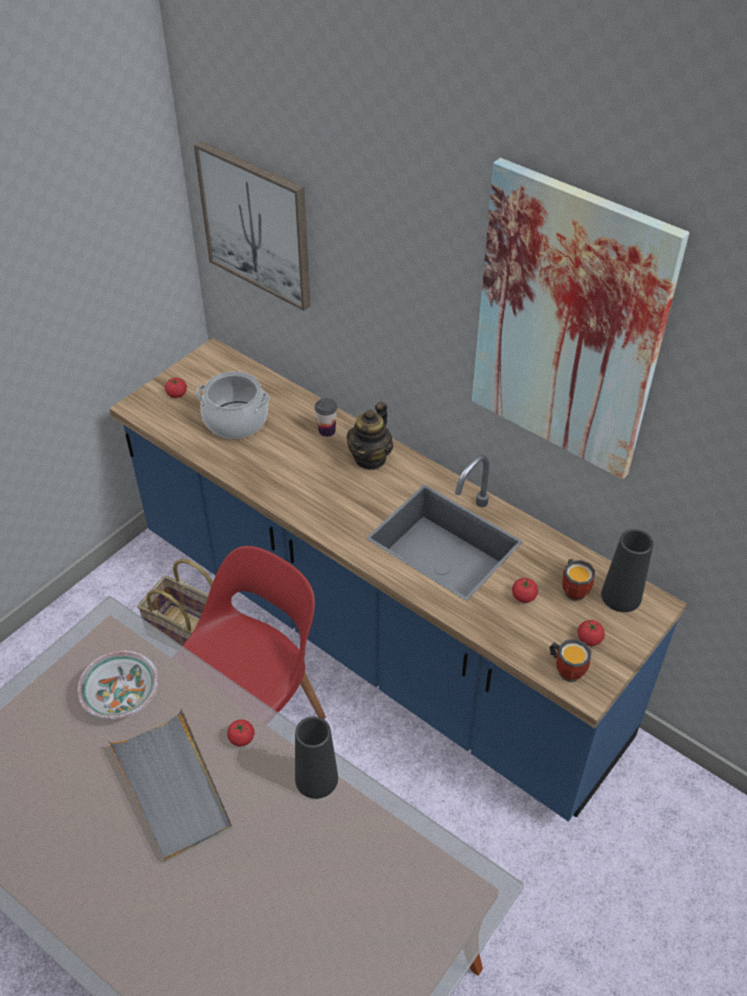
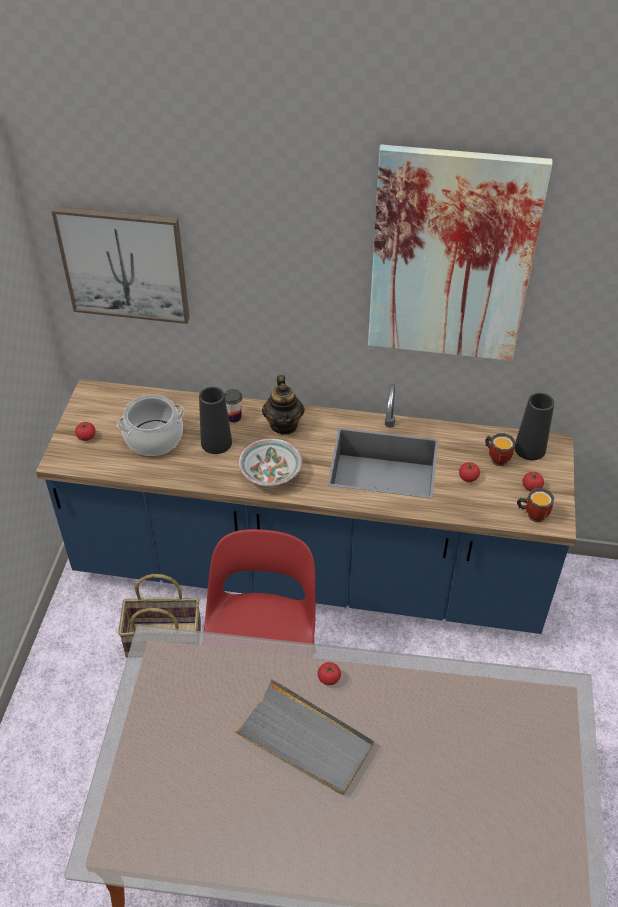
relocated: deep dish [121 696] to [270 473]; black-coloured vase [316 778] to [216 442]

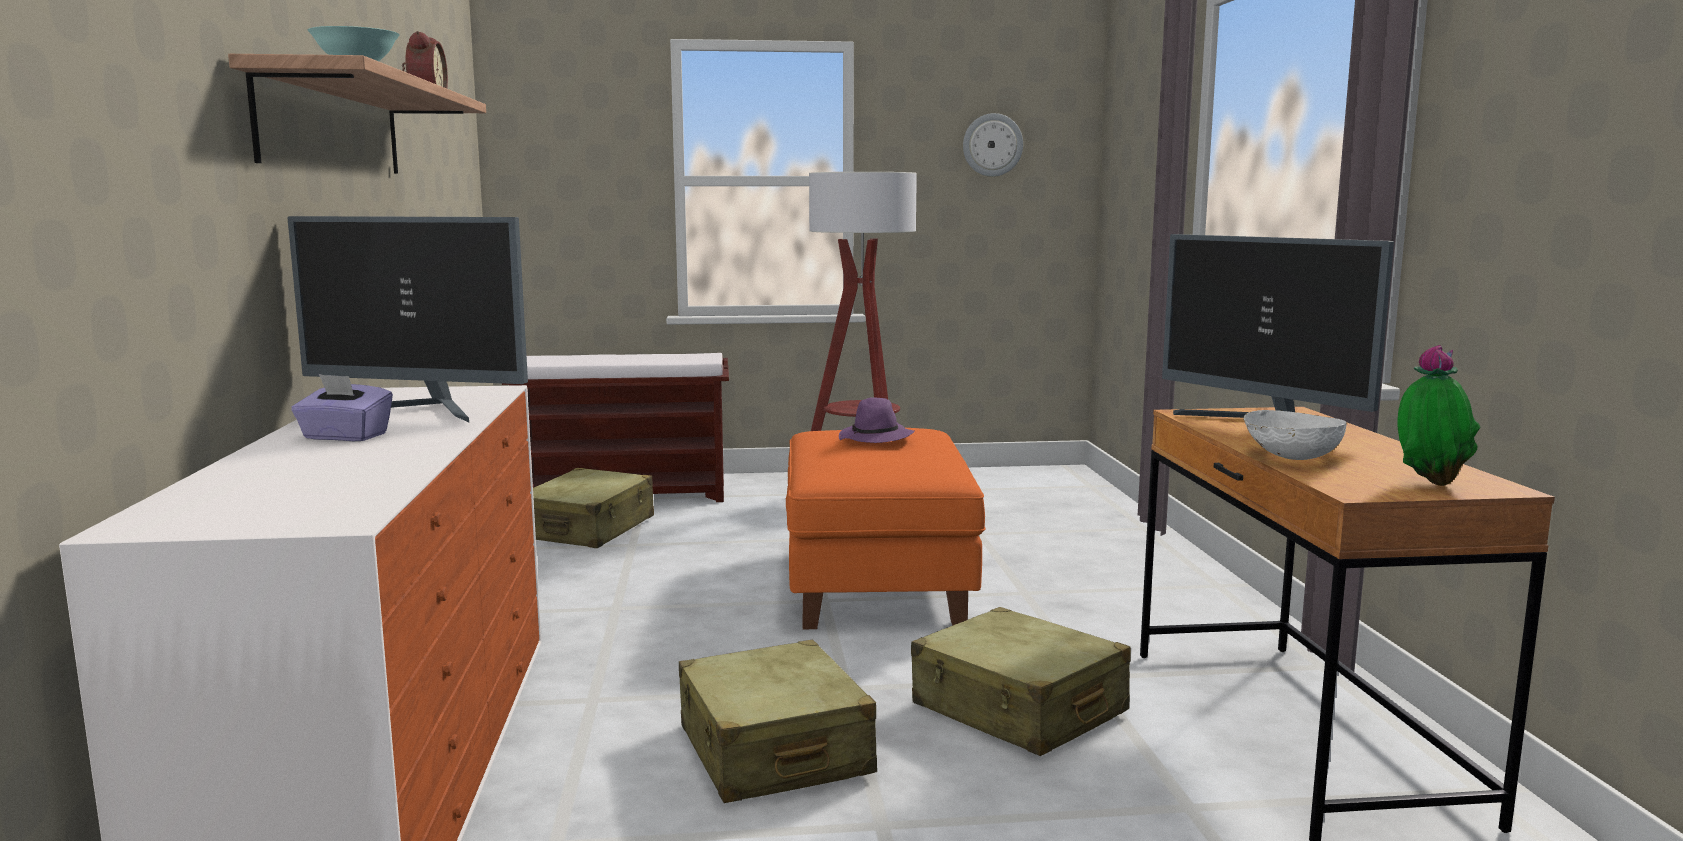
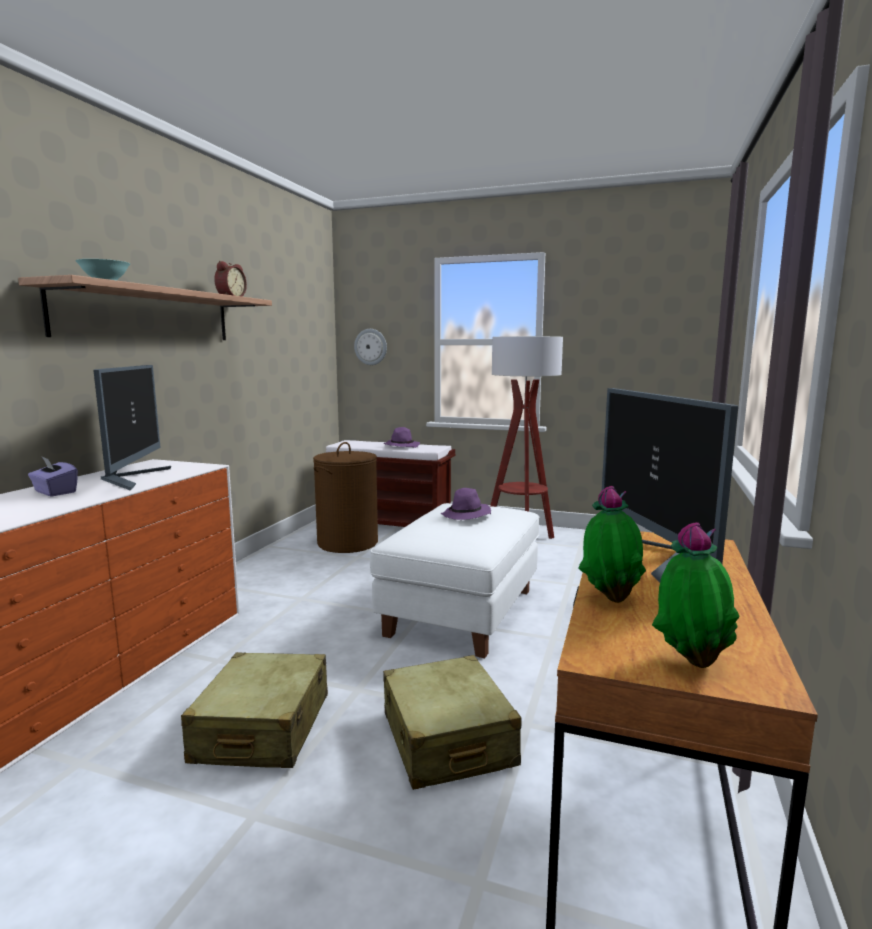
appeared: purple-coloured wearable hat [401 446]
relocated: wall clock [992 145] to [371 347]
exchanged: white-coloured deep dish [1289 457] to plant in a pot [610 598]; sand-coloured travel case [588 528] to brown-coloured hamper [347 543]
colour: orange-coloured footrest [875 584] to white-coloured footrest [461 611]
spun: monitor [420 411] = [132 478] 135 degrees counterclockwise

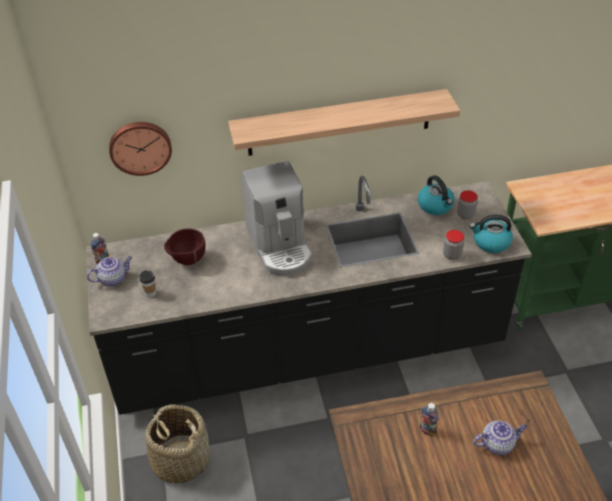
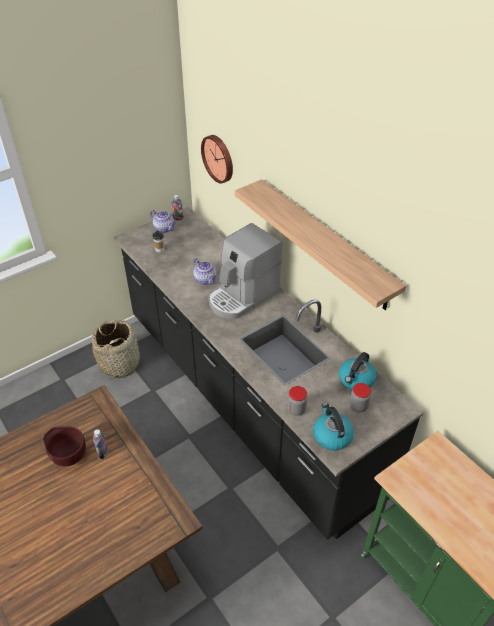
relocated: brown-coloured deep dish [187 261] to [68 456]; teapot [497 444] to [206 280]

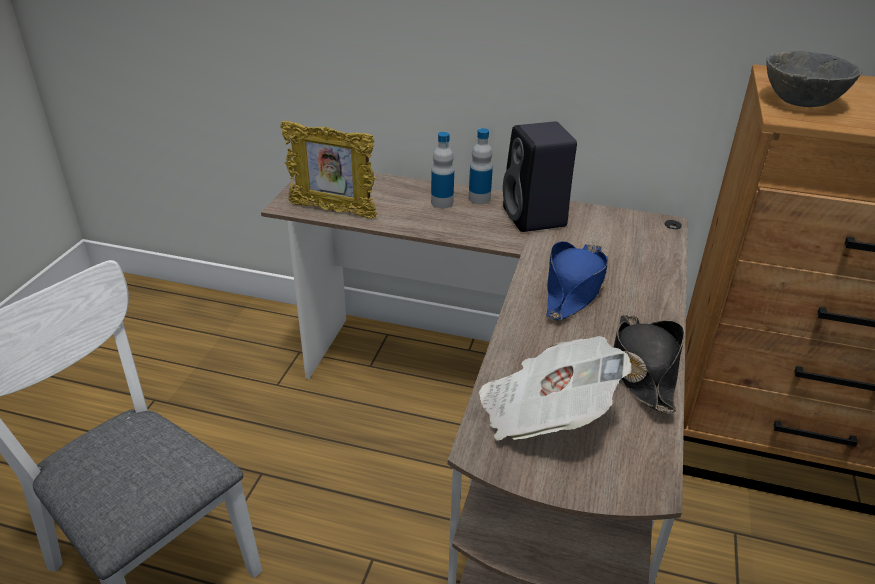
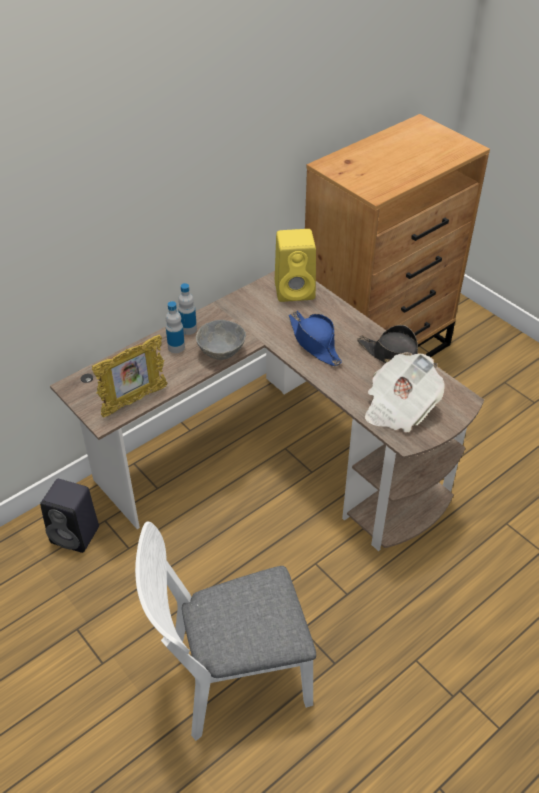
appeared: yellow-coloured loudspeaker [296 290]
relocated: greyish deep dish [801 102] to [221 352]; black-coloured loudspeaker [535 218] to [76 535]

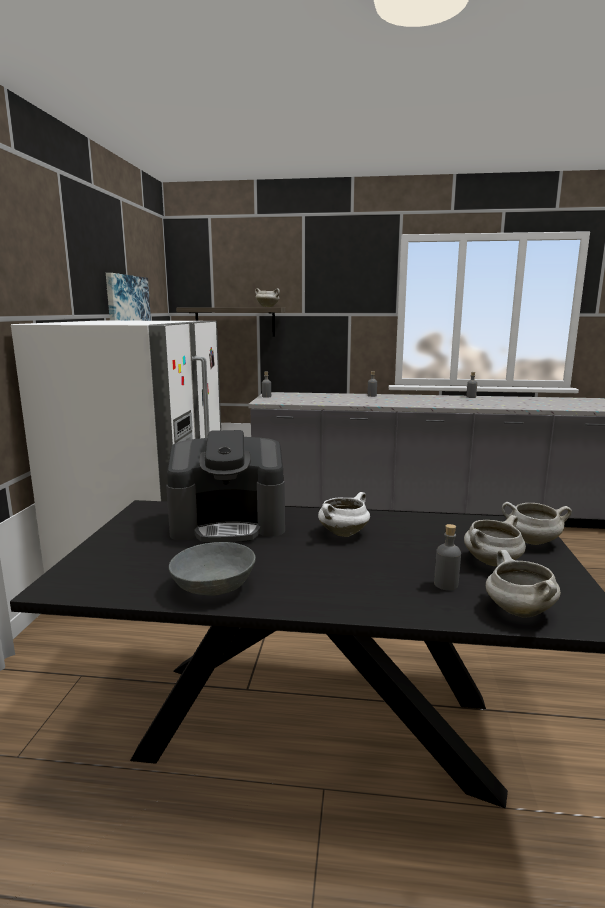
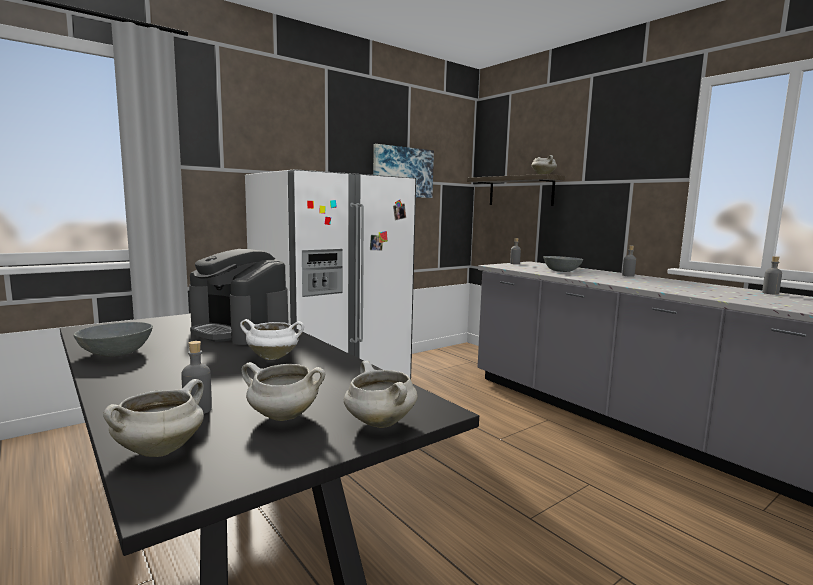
appeared: greyish deep dish [562 271]

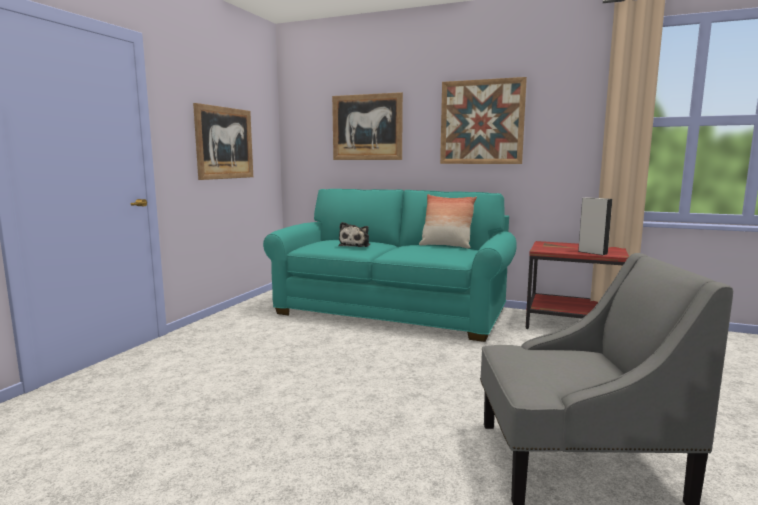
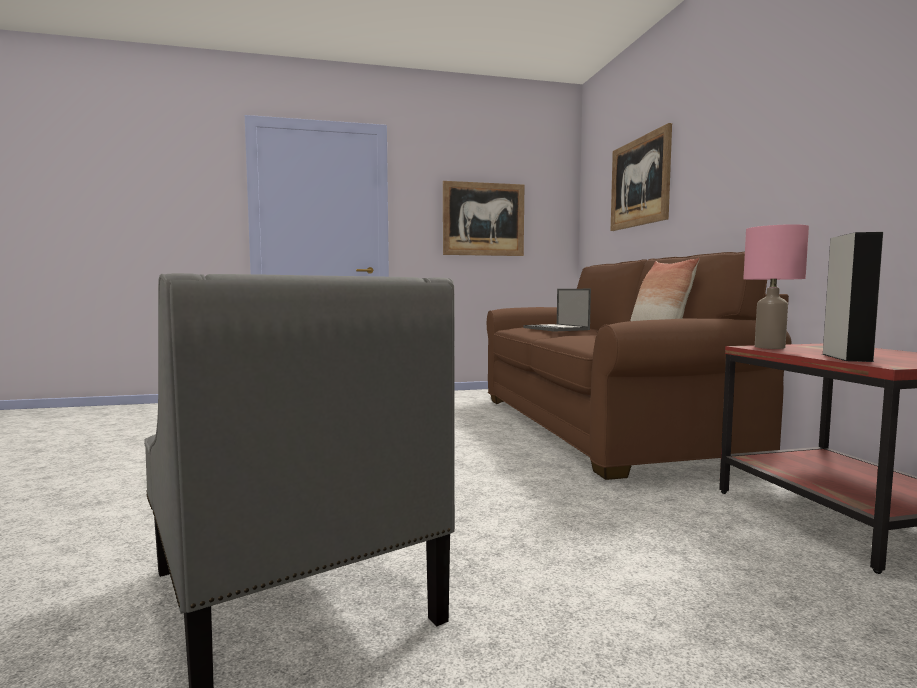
missing: wall picture [481 122]
appeared: pink lamp for a table [769 347]
exchanged: cuddly toy [355 245] to laptop [556 329]
colour: turquoise sofa [392 311] to brown-coloured sofa [599 426]

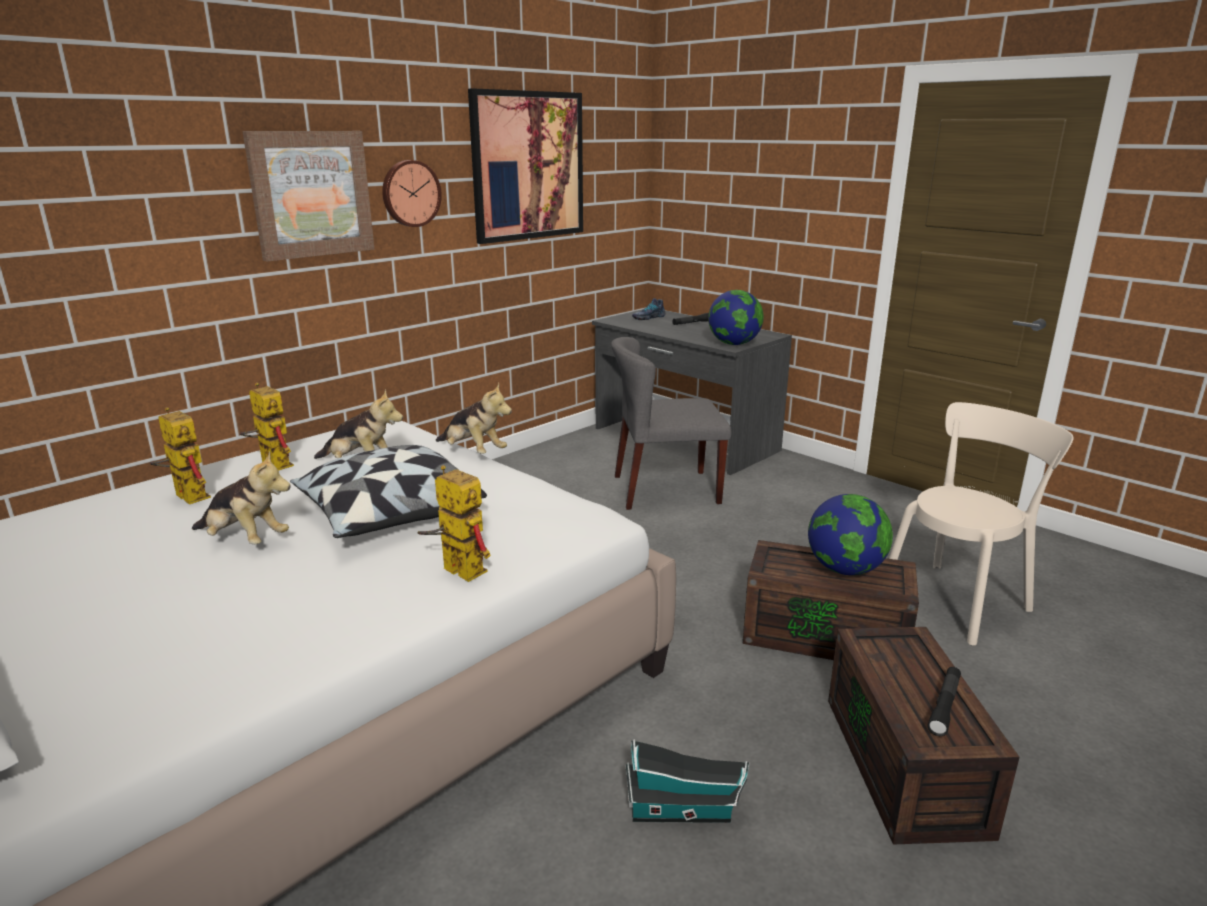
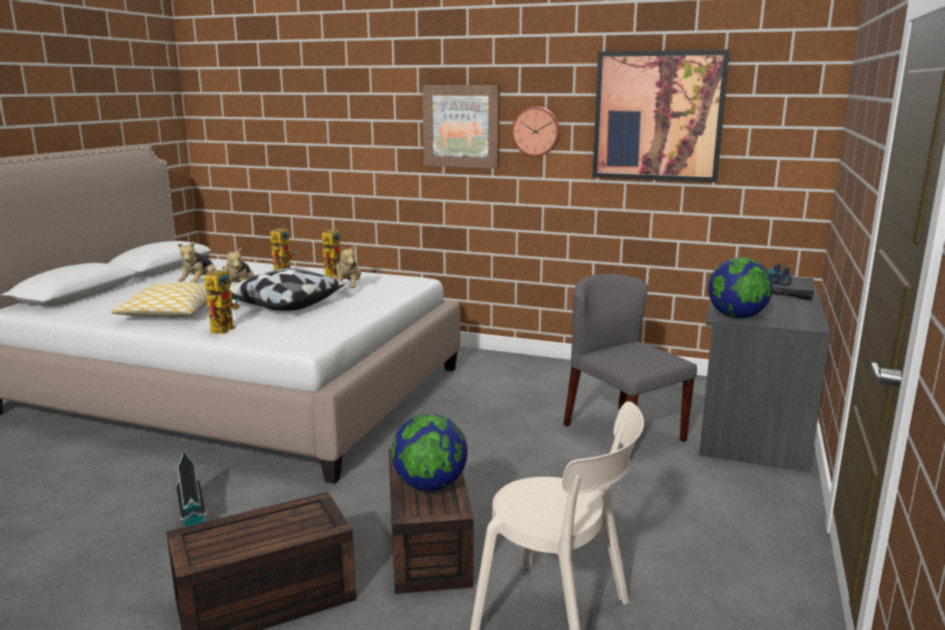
missing: black-coloured torch [944 706]
appeared: cushion [170 313]
relocated: cuddly toy [473 452] to [200 284]

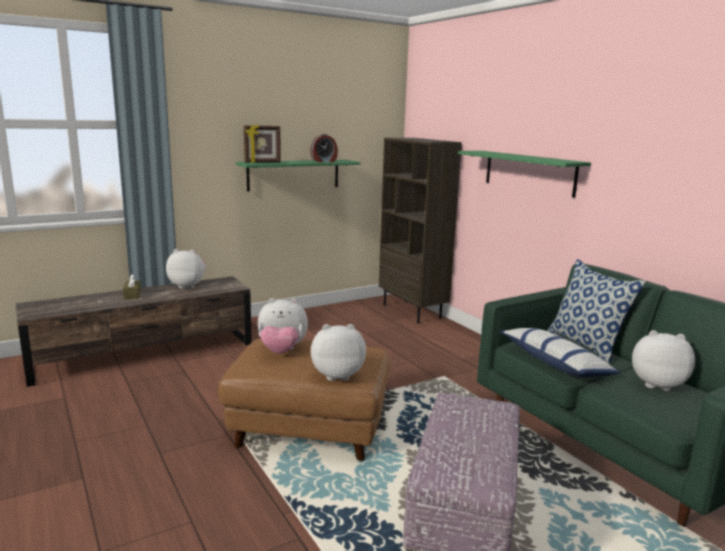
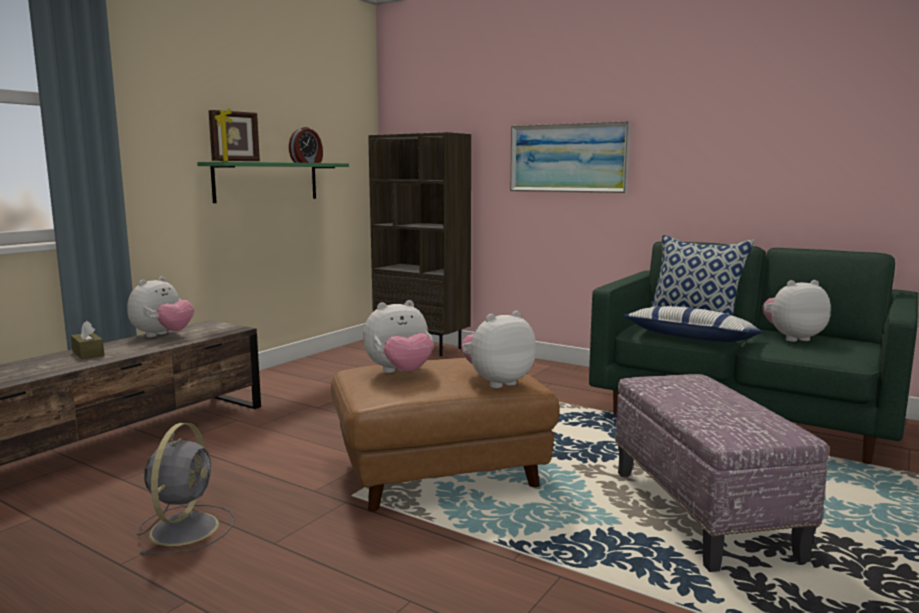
appeared: greyish cooling fan [186 527]
exchanged: green-coloured shelf [529 172] to wall picture [568 158]
spun: cuddly toy [188 286] = [162 335] 135 degrees clockwise

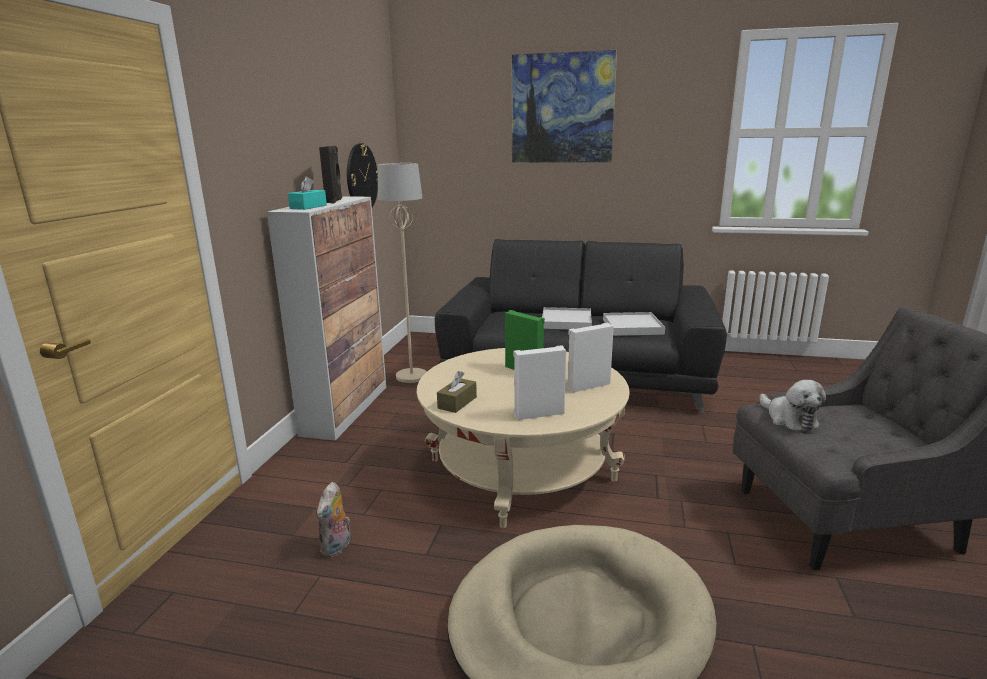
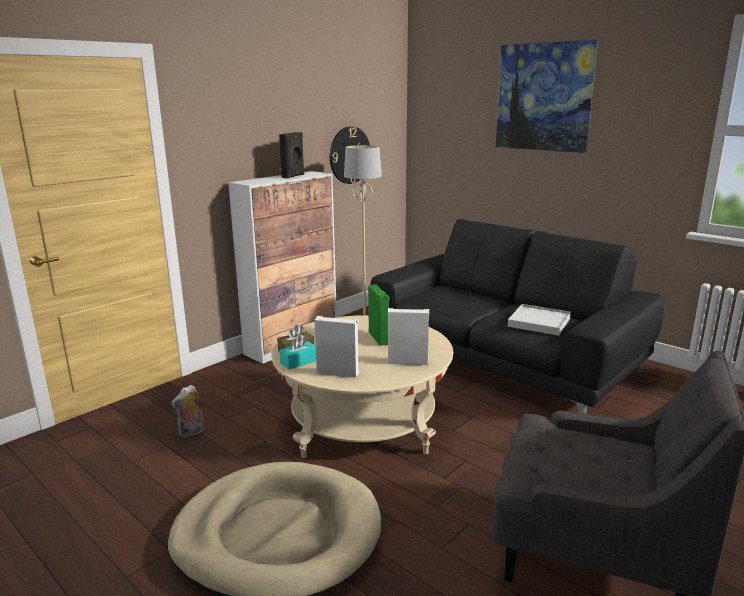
missing: white-coloured serving tray [566 321]; cuddly toy [789 419]
relocated: turquoise tissue box [308 207] to [299 362]

